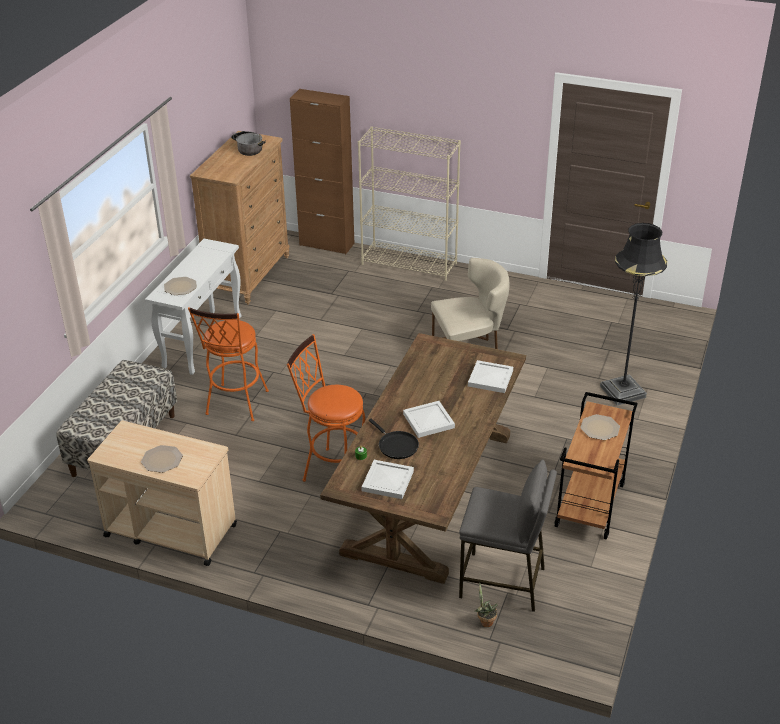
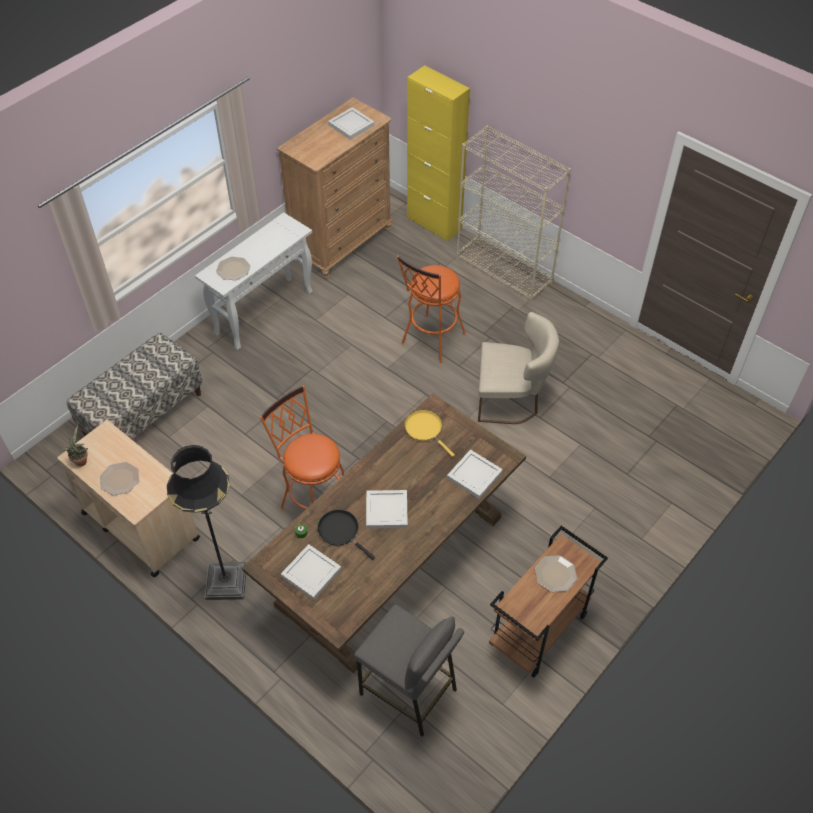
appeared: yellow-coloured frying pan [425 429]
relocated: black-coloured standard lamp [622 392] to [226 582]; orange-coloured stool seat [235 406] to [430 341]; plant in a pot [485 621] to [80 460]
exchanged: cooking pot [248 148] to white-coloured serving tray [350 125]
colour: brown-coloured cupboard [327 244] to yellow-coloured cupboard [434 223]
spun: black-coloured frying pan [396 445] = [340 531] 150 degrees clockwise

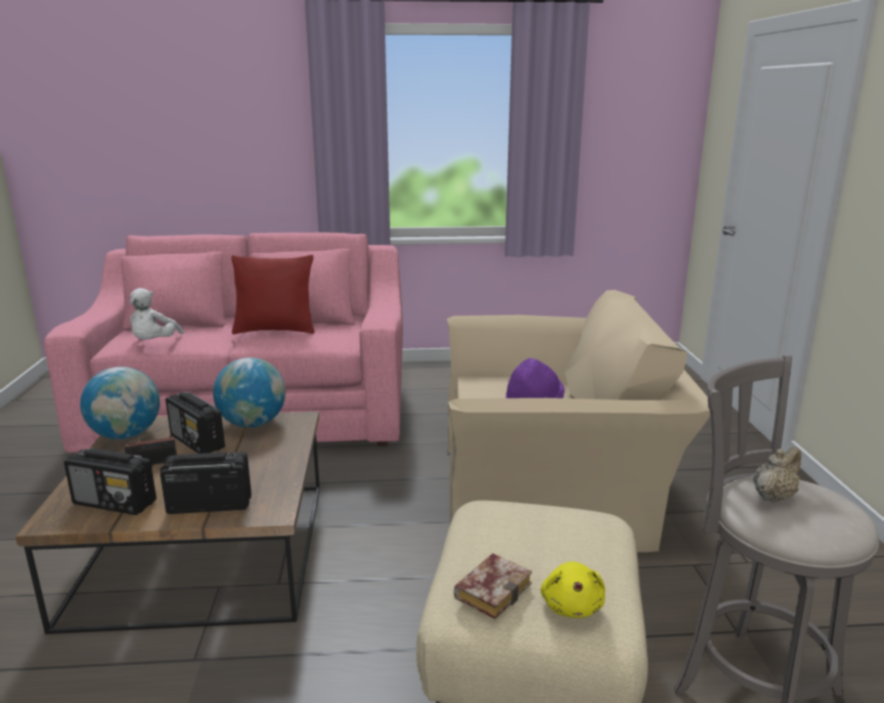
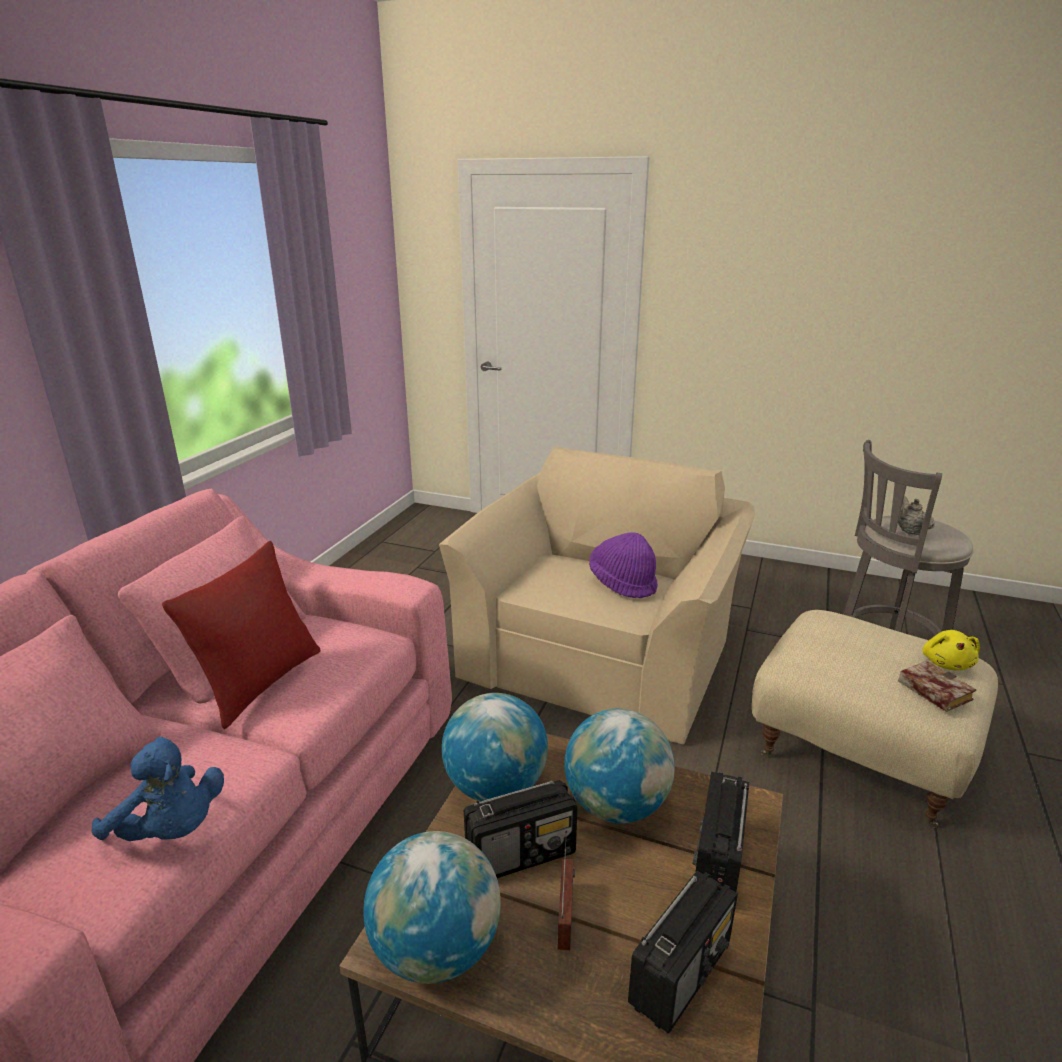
appeared: world globe [616 805]
colour: white-coloured cuddly toy [154 343] to blue-coloured cuddly toy [171 831]
spun: yellow-coloured cuddly toy [572 605] = [946 663] 75 degrees clockwise

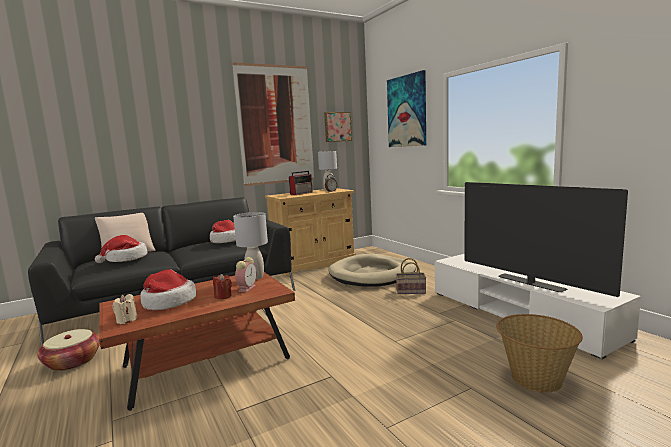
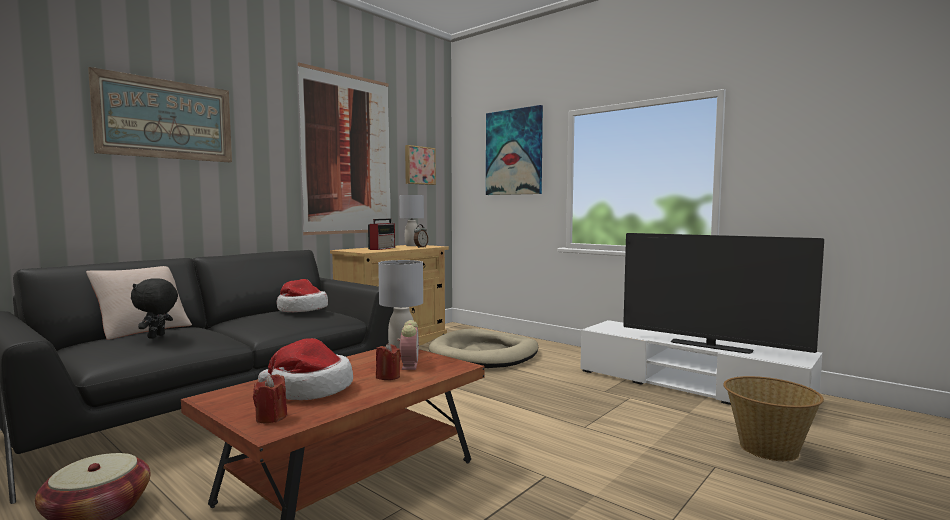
missing: basket [411 291]
appeared: wall picture [166 119]
exchanged: wearable hat [125 259] to black-coloured cuddly toy [157 336]
colour: sand-coloured candle [126 320] to red candle [271 417]

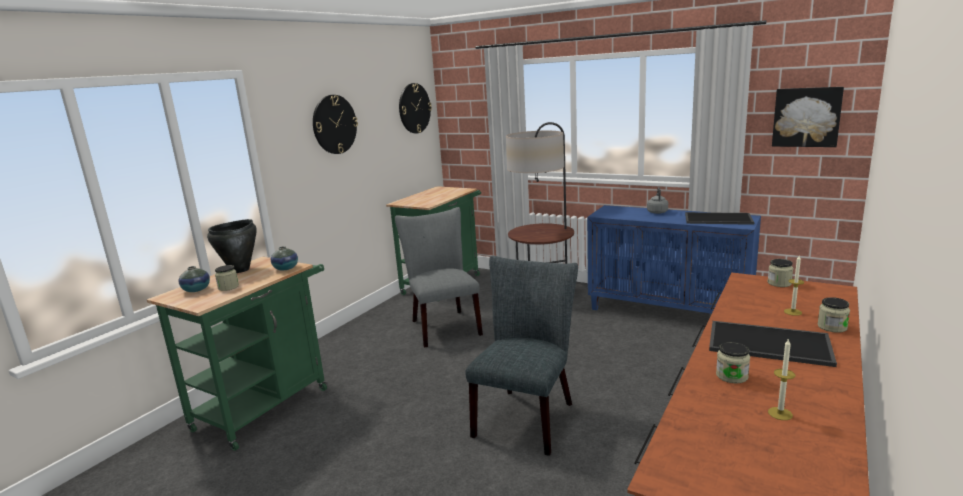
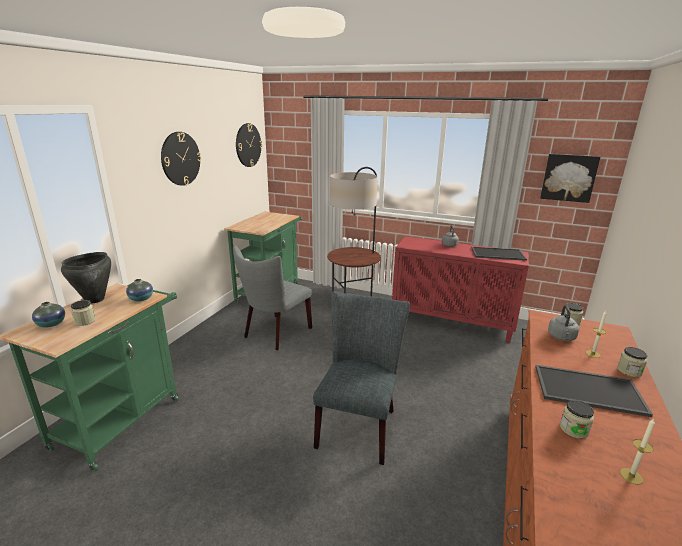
appeared: greyish kettle [561 337]
colour: blue-coloured cupboard [669 312] to red cupboard [452 322]
spun: greyish upright chair [443 326] = [275 334] 120 degrees counterclockwise

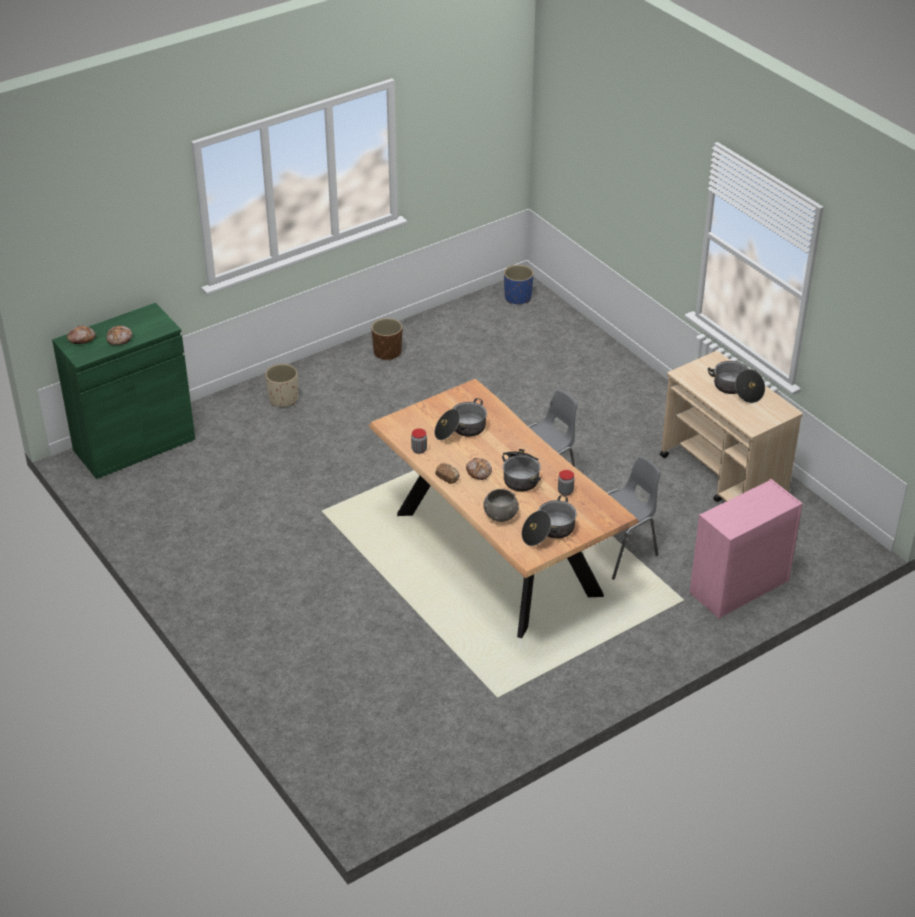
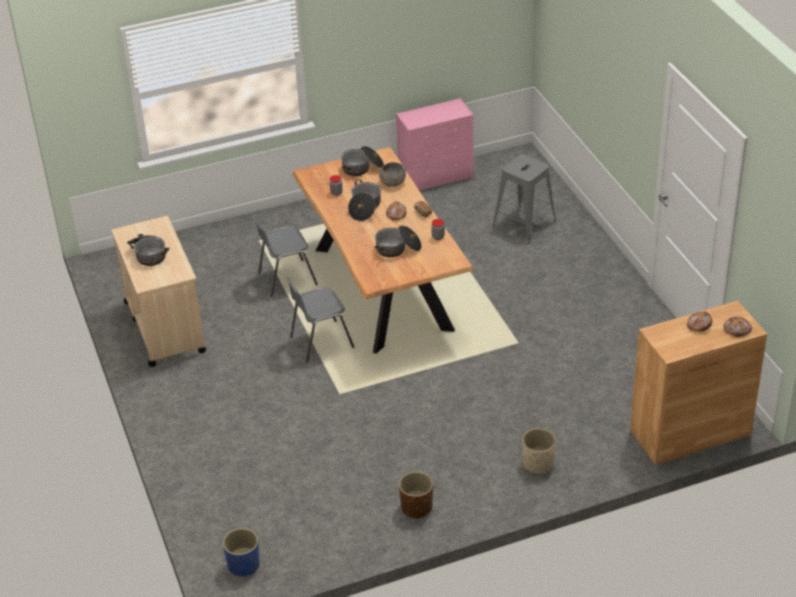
appeared: greyish stool seat [524 224]
relocated: pink dresser [738 587] to [436 178]
colour: green-coloured cupboard [134 444] to brown-coloured cupboard [690 432]

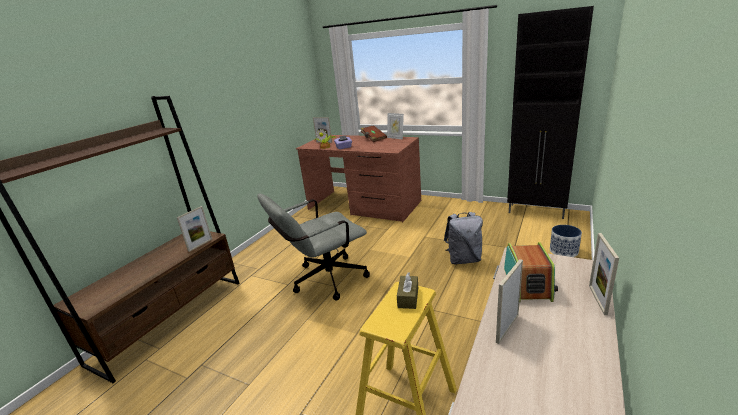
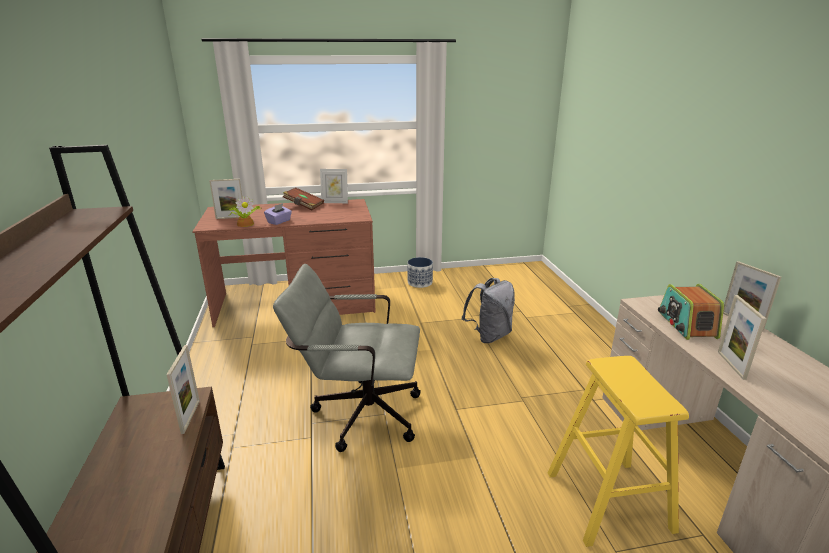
missing: black-coloured cupboard [537 211]; brown-coloured tissue box [408 297]
relocated: plant pot [564 251] to [420 282]
spun: greyish office chair [323 280] = [358 413] 75 degrees clockwise; radio [527 284] = [686 325] 150 degrees counterclockwise

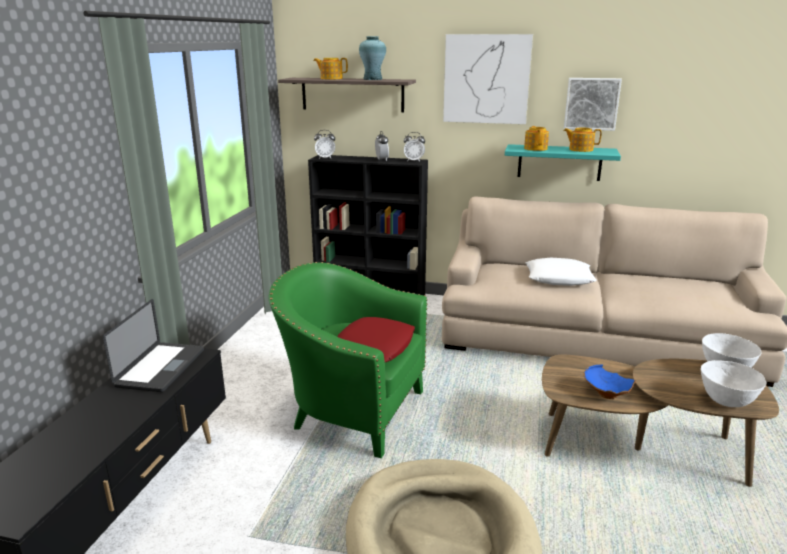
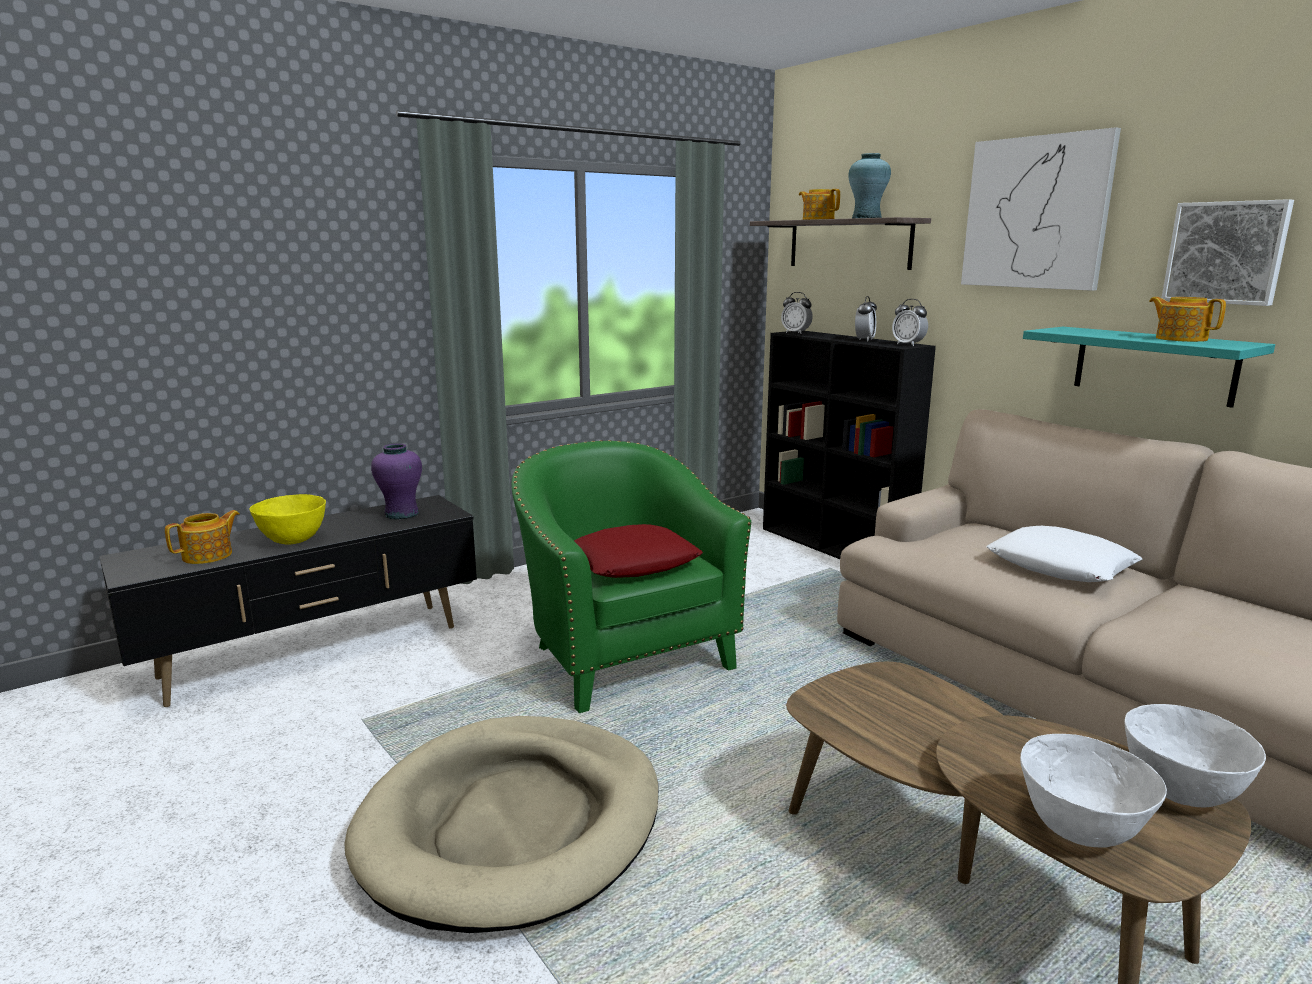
missing: blue-coloured deep dish [606 394]
appeared: yellow-coloured deep dish [293 541]
relocated: teapot [535 148] to [209 555]
exchanged: laptop [161 368] to purple-coloured vase [401 514]

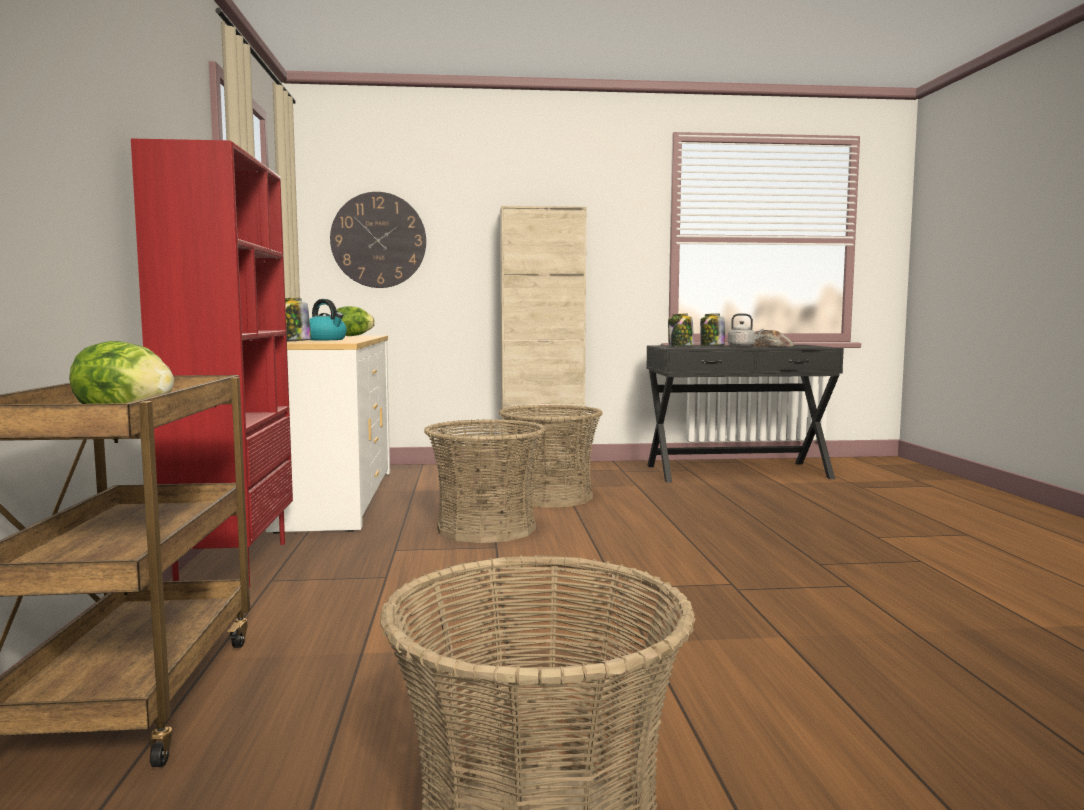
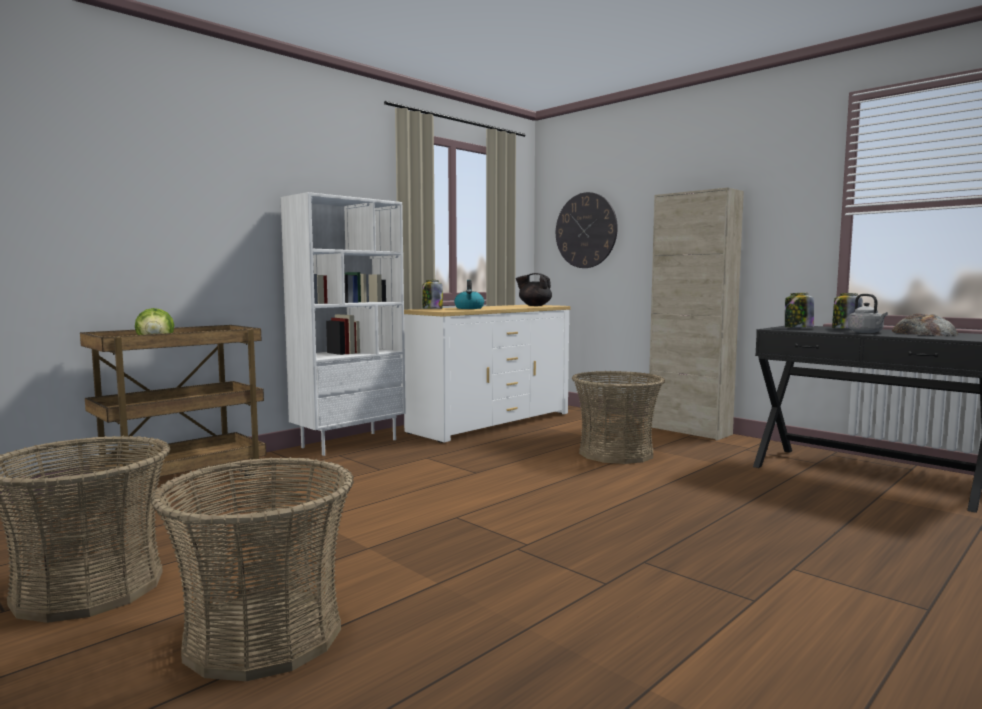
relocated: basket [486 528] to [263 635]
exchanged: lettuce head [352 336] to black-coloured teapot [534 305]
colour: red bookcase [232 564] to white-coloured bookcase [349 443]

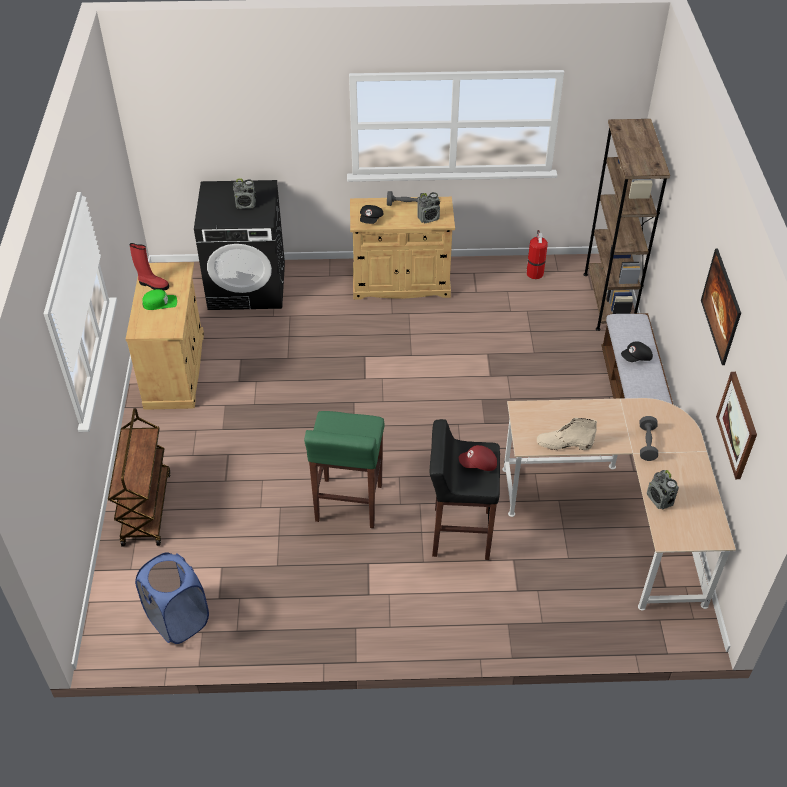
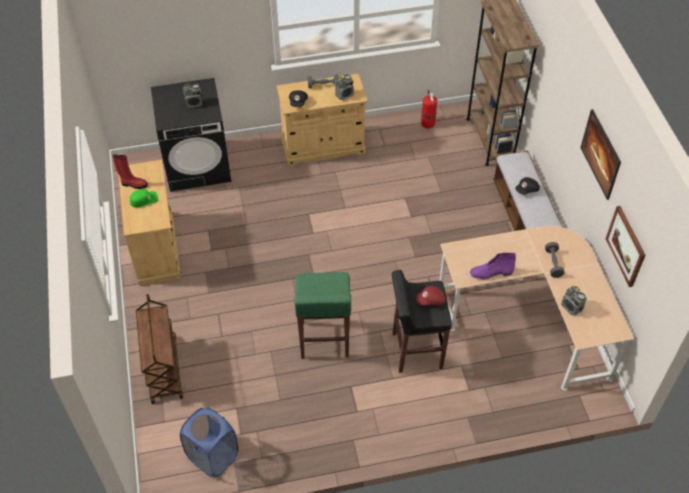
colour: sand-coloured high-top boot [564 444] to purple-coloured high-top boot [491 273]

